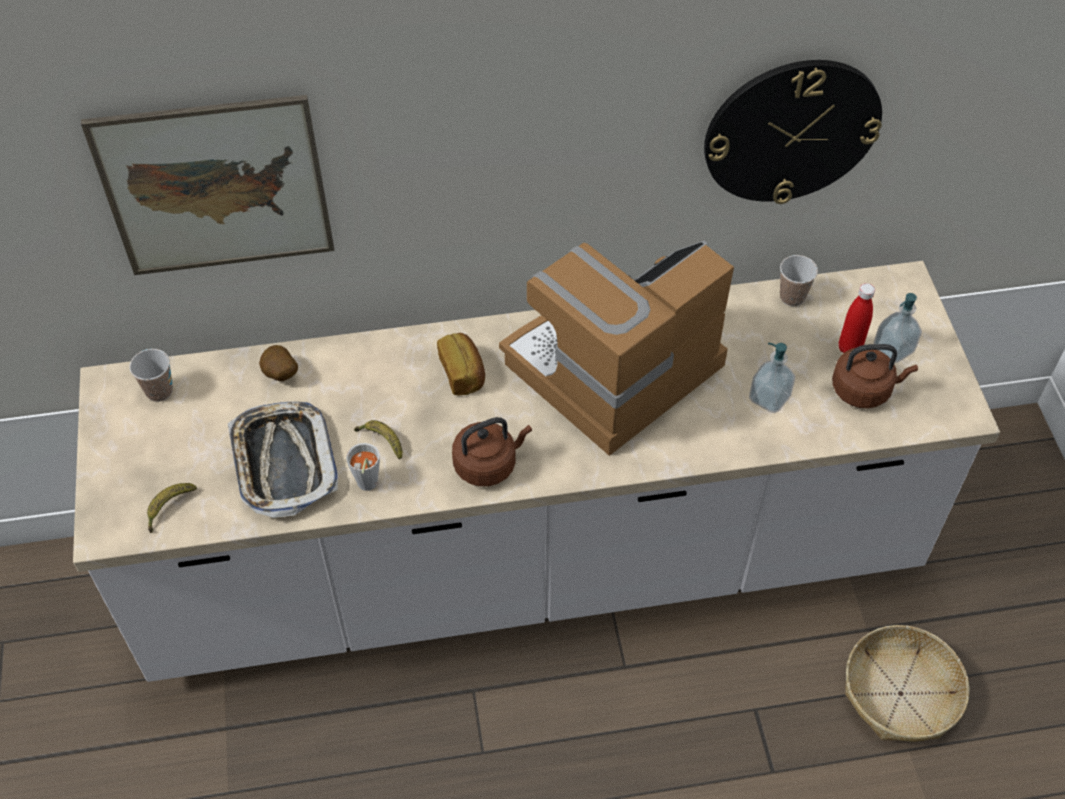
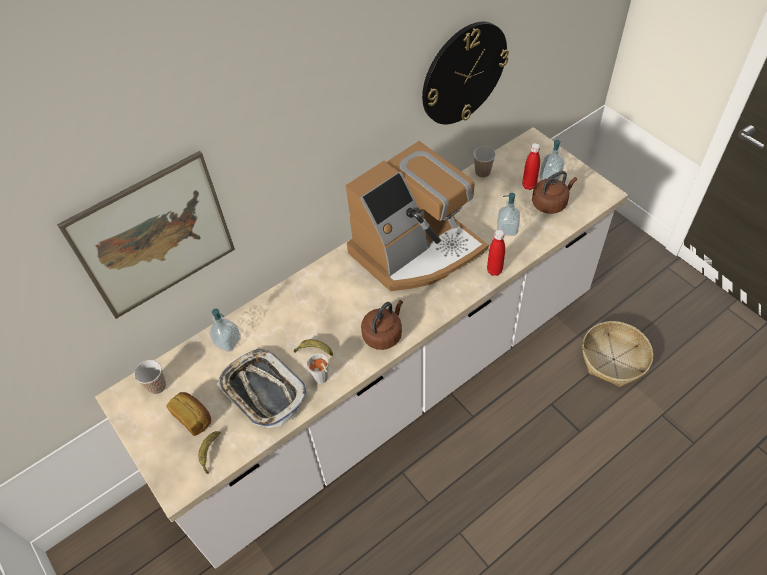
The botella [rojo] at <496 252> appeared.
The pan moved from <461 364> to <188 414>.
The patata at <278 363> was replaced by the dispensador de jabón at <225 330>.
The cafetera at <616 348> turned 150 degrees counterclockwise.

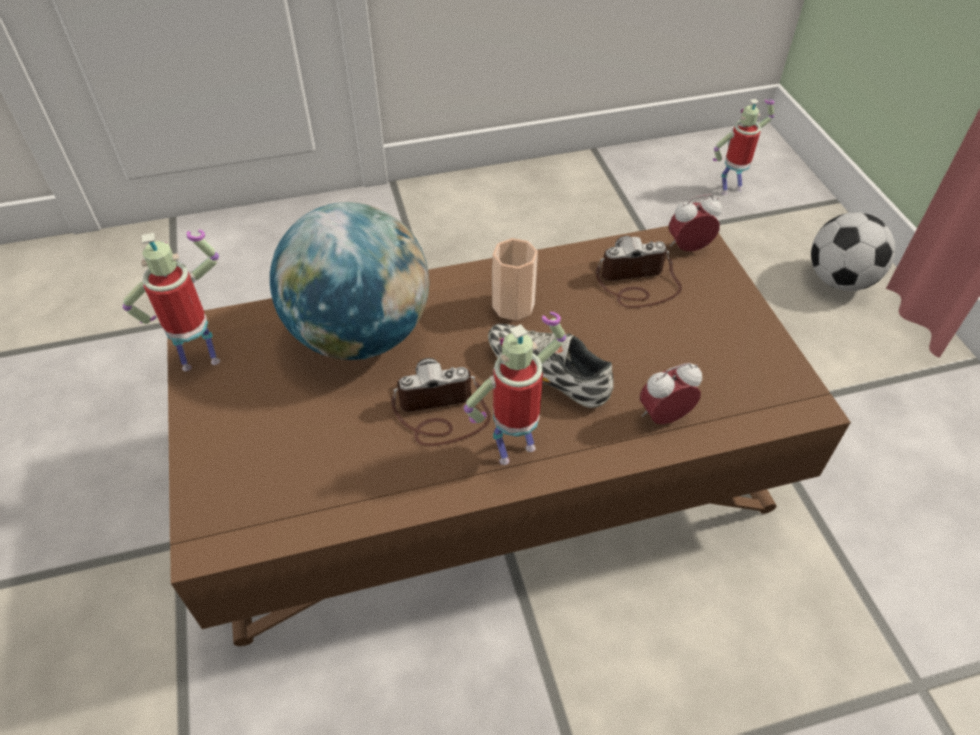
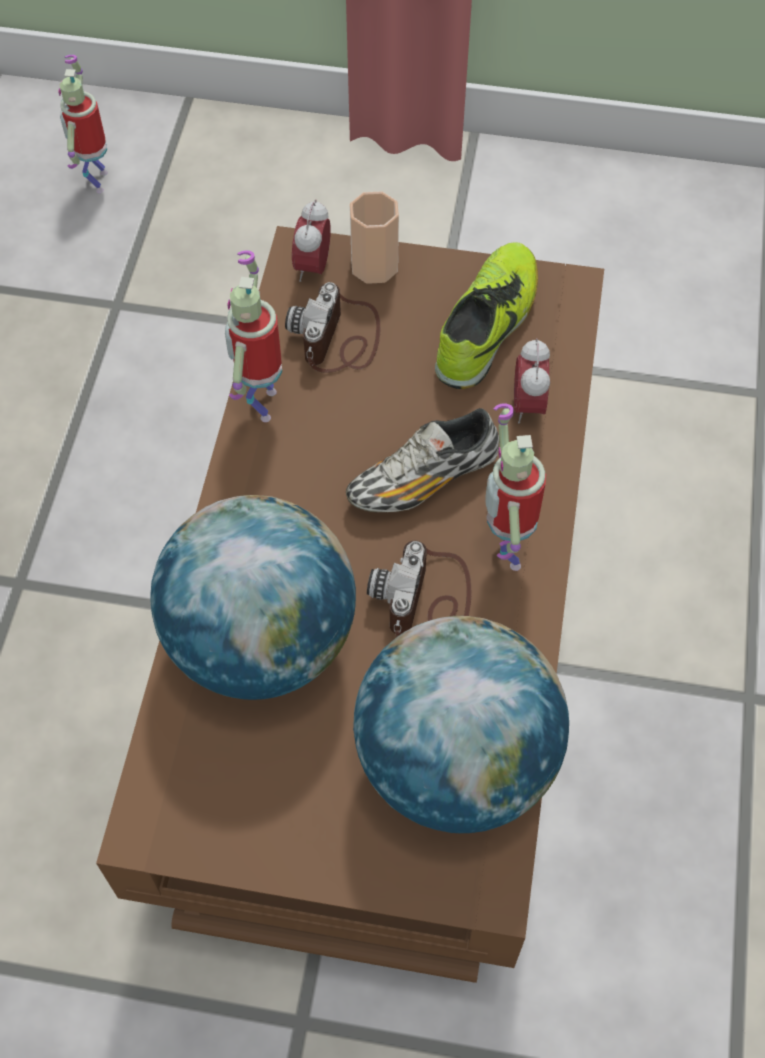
The balón de fútbol at <853 251> disappeared.
The globo terráqueo at <461 724> appeared.
The zapato at <486 315> appeared.
The robot de juguete moved from <171 300> to <253 336>.
The taza moved from <515 279> to <374 237>.

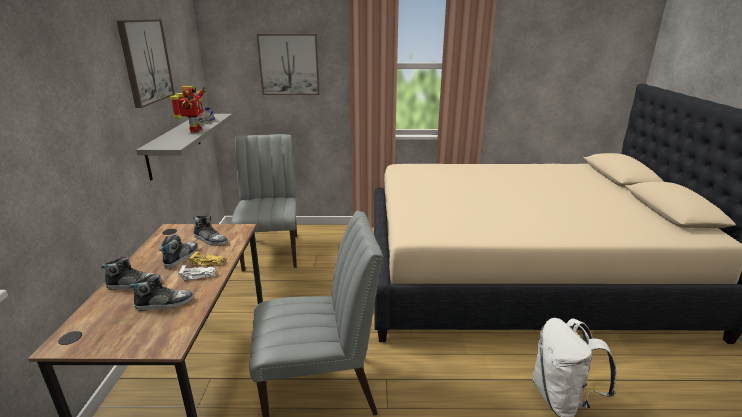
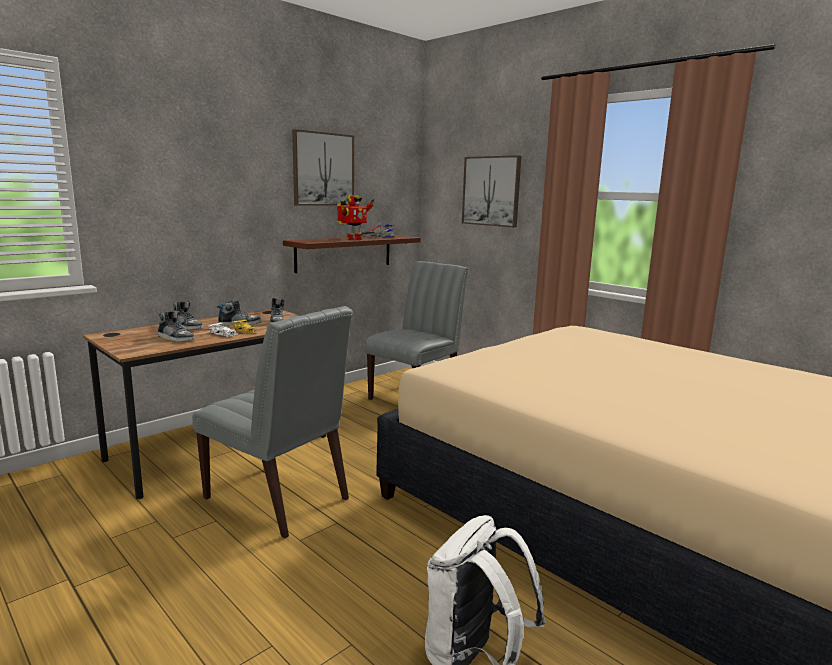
The estante [gris] at <184 147> became the estante [marrón] at <352 254>.

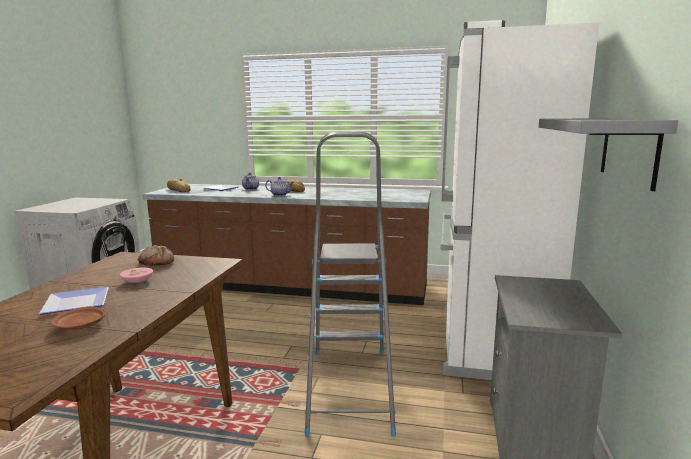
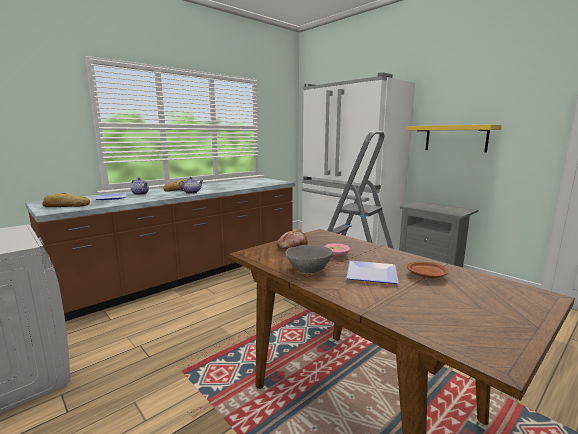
The cuenco [gris] at <309 259> appeared.
The estante [gris] at <608 154> became the estante [amarillo] at <454 138>.

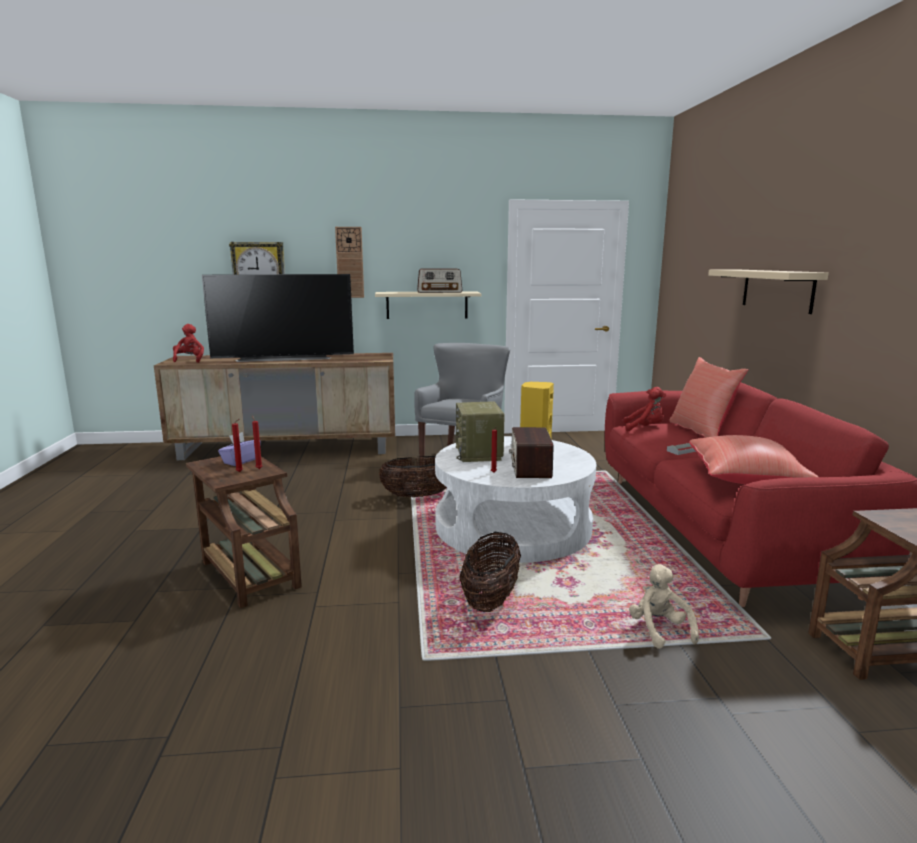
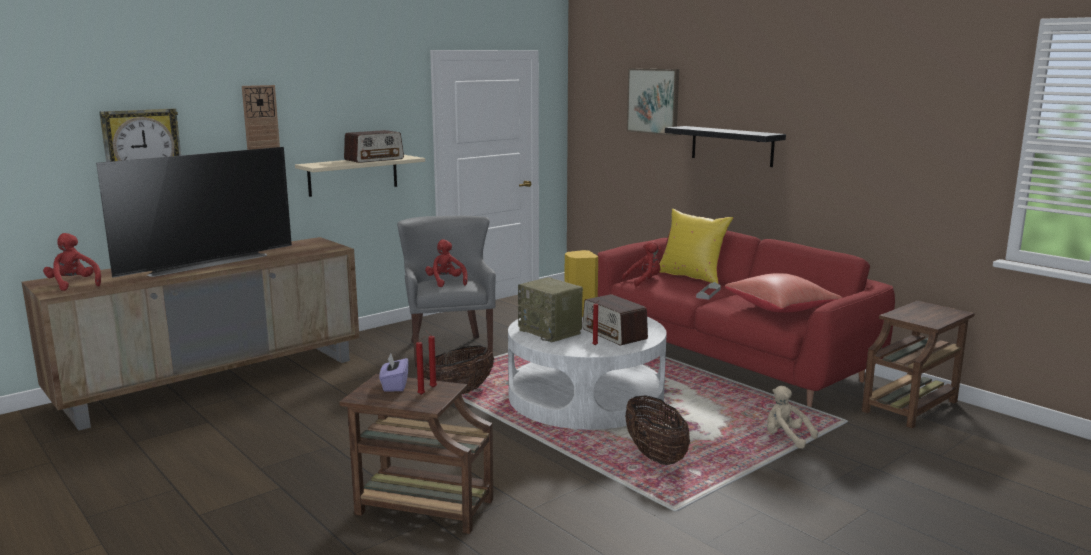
The peluche [rojo] at <446 263> appeared.
The cuadro at <653 102> appeared.
The cojín [rojo] at <708 397> became the cojín [amarillo] at <696 246>.
The estante [beis] at <768 292> became the estante [negro] at <725 146>.

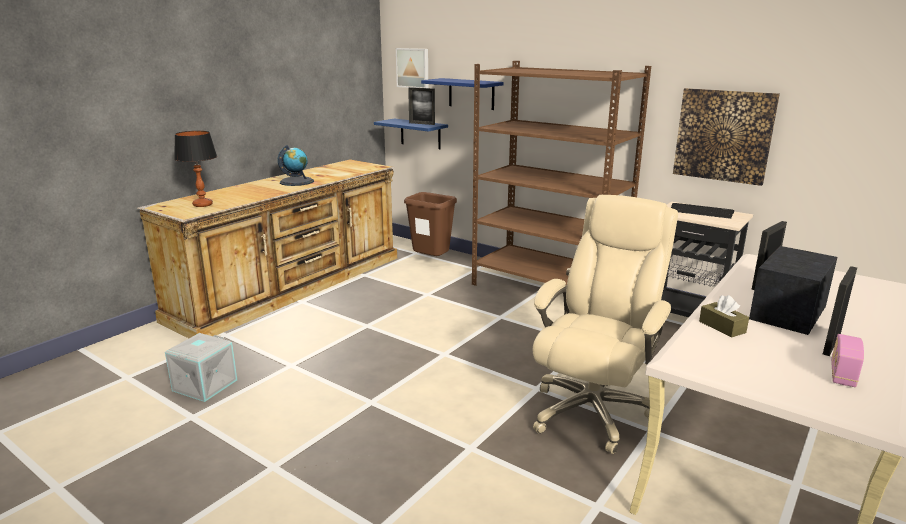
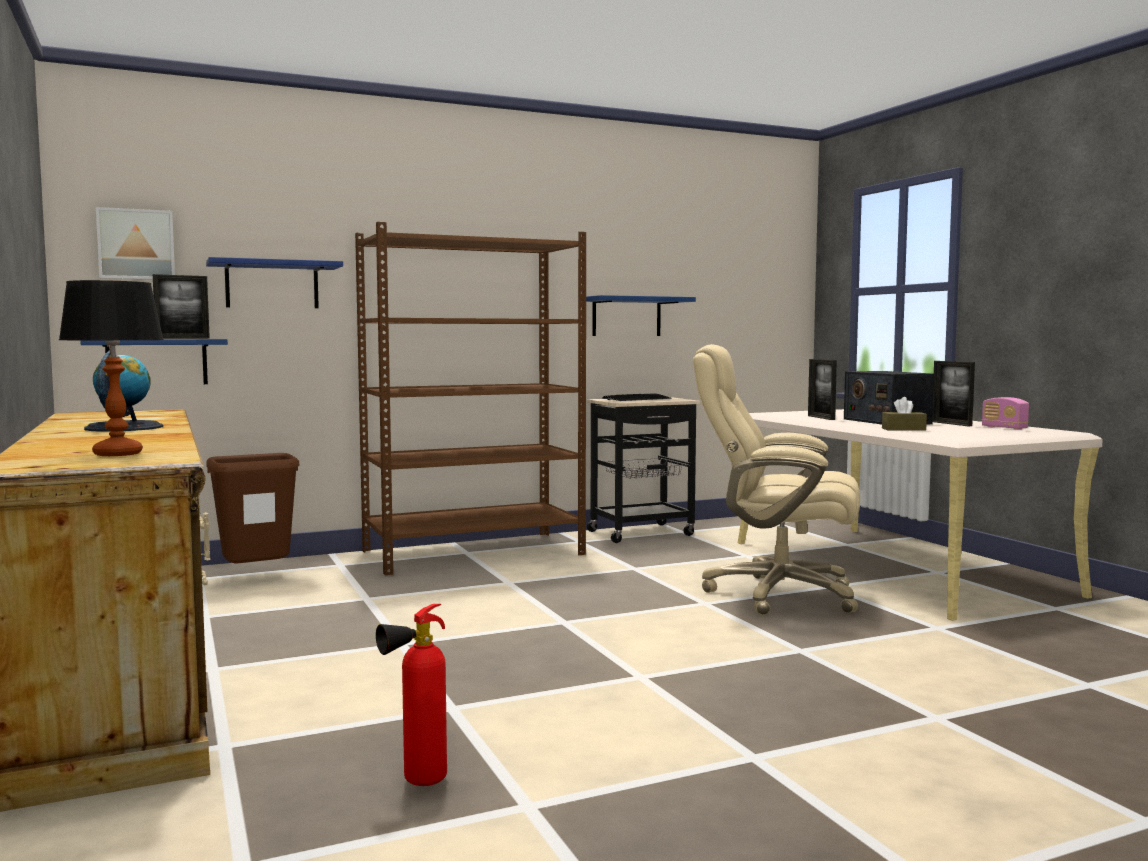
The caja de almacenaje [gris] at <201 367> was replaced by the extintor at <411 695>.
The cuadro at <726 137> was replaced by the estante [azul] at <638 315>.
The silla de oficina [beis] at <605 324> turned 45 degrees counterclockwise.

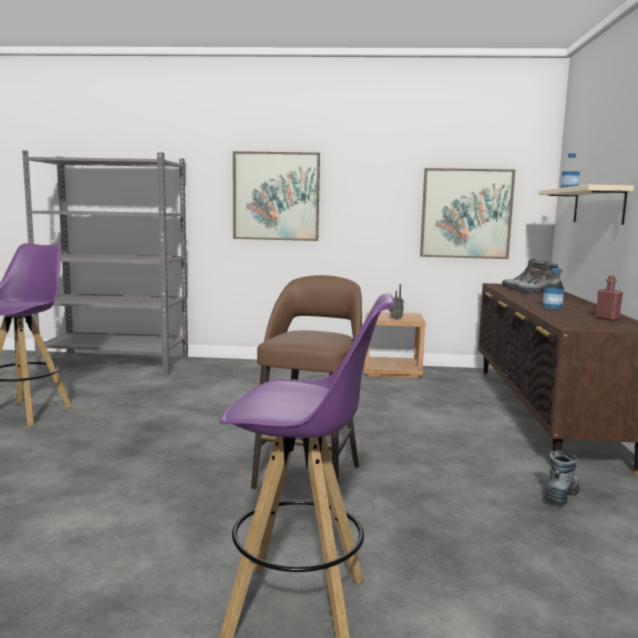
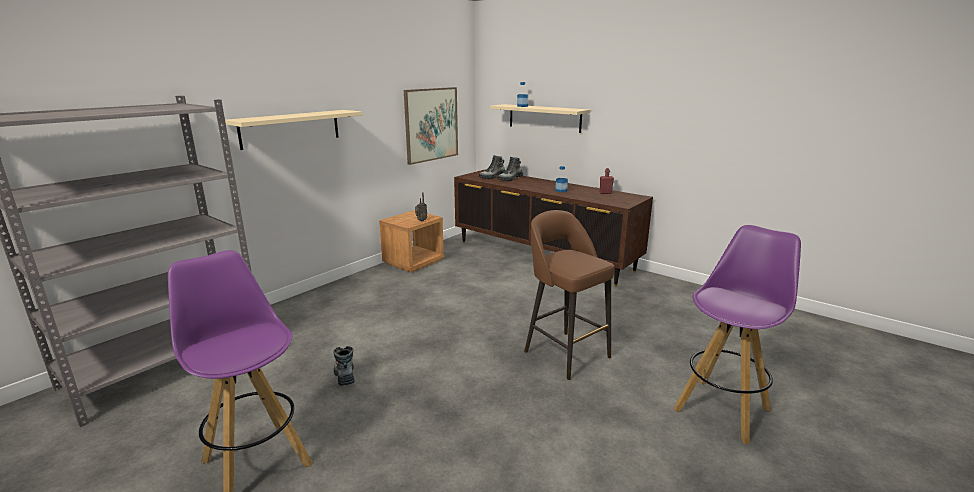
The bota moved from <562 477> to <344 366>.
The cuadro at <276 196> was replaced by the estante [beis] at <293 130>.

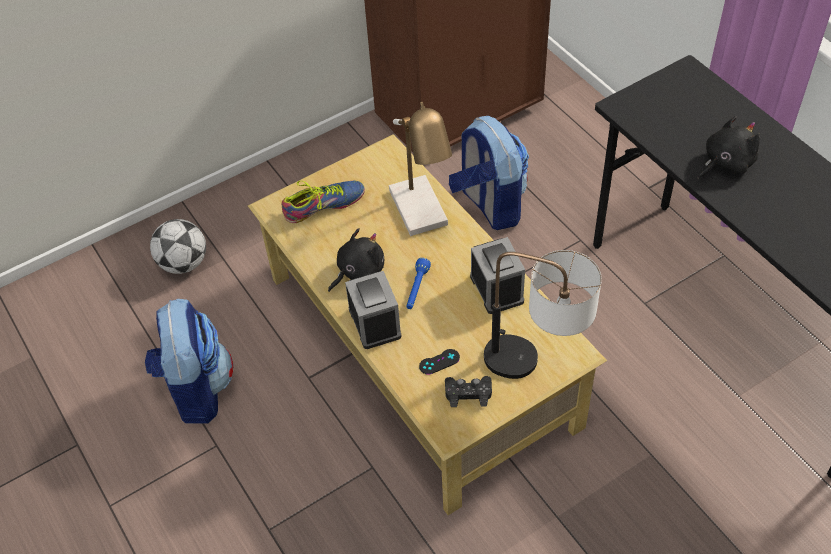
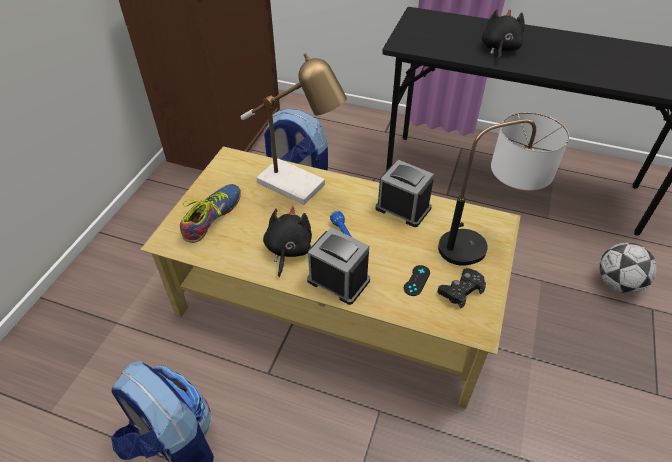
The balón de fútbol moved from <178 246> to <628 268>.

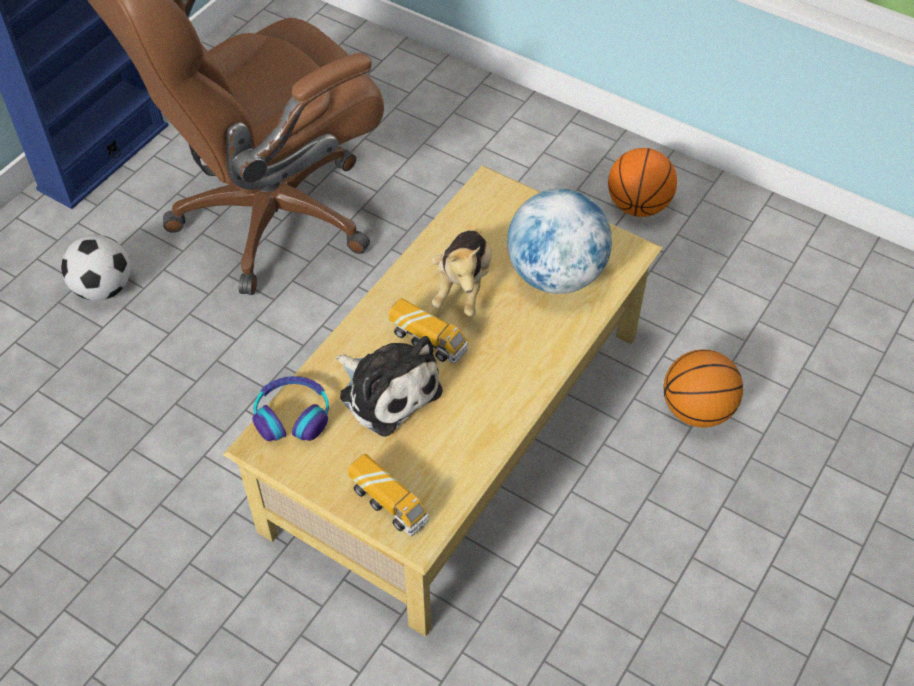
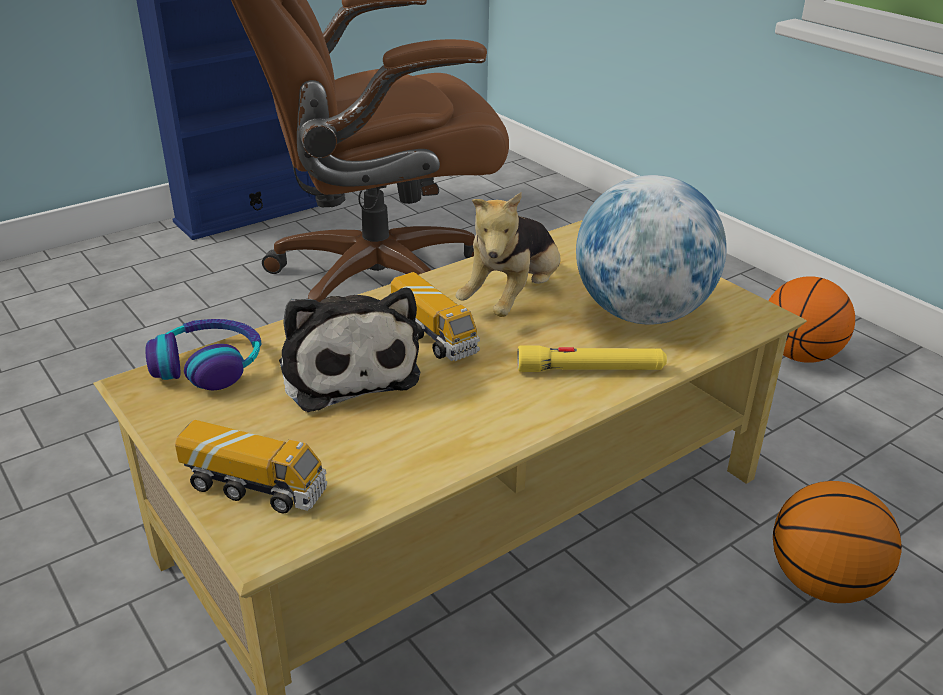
The balón de fútbol at <95 268> disappeared.
The linterna [amarillo] at <592 358> appeared.
The camión de juguete at <388 495> turned 45 degrees counterclockwise.

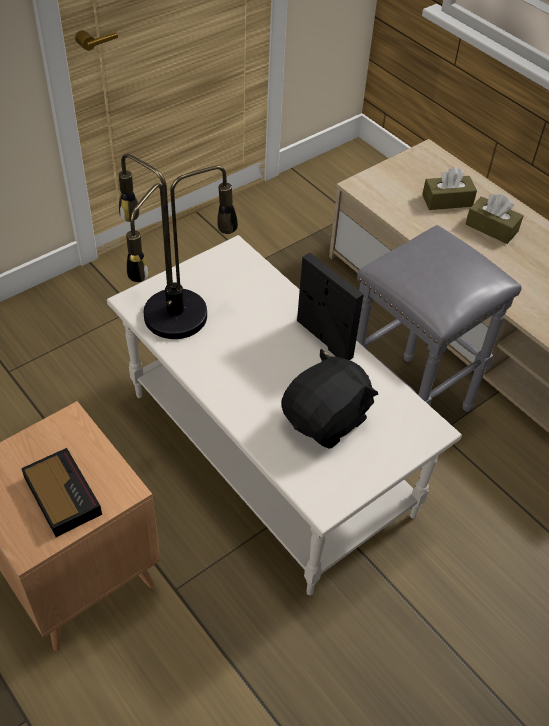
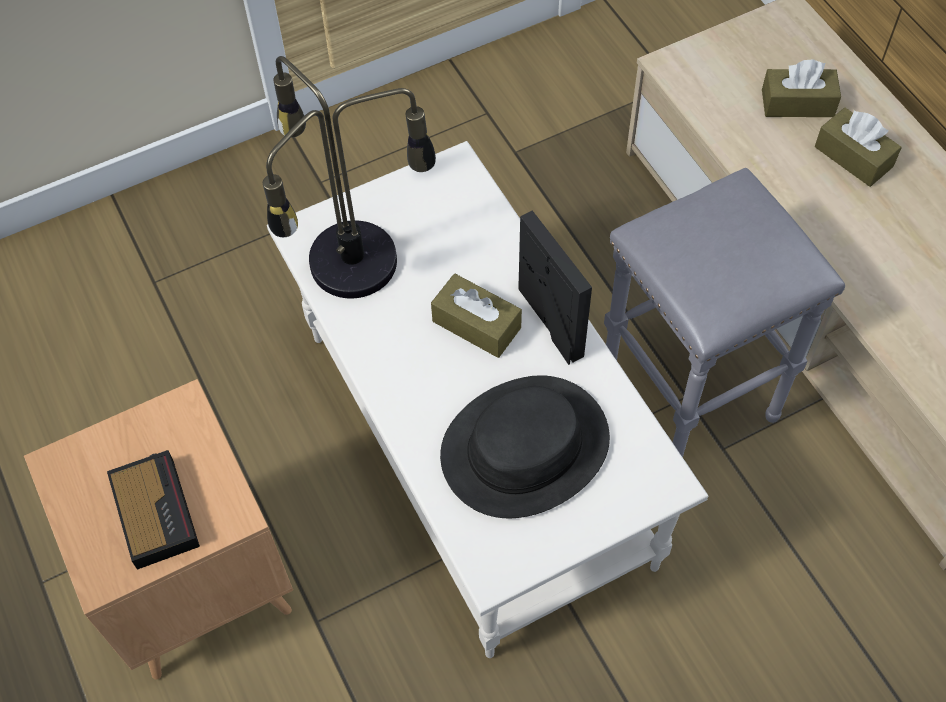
The caja de pañuelos [marrón] at <476 316> appeared.
The peluche [negro] at <329 399> was replaced by the sombrero [negro] at <525 447>.

